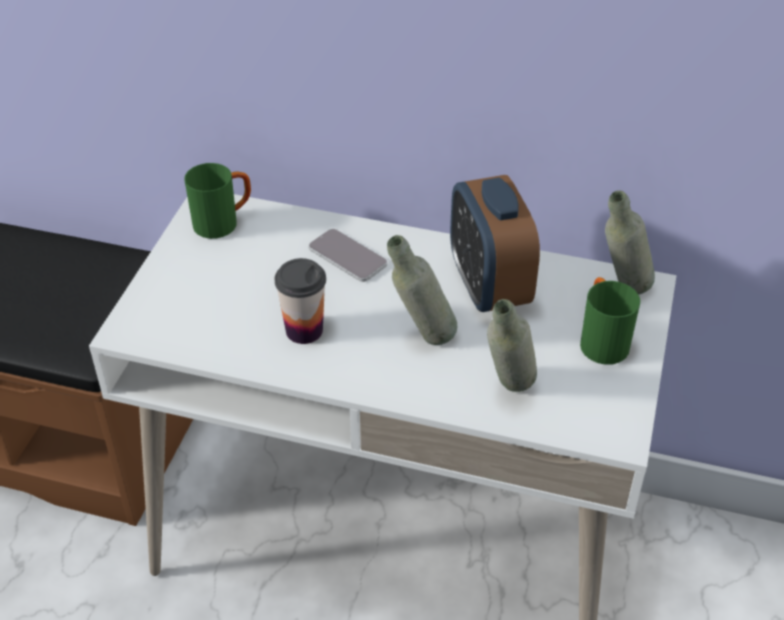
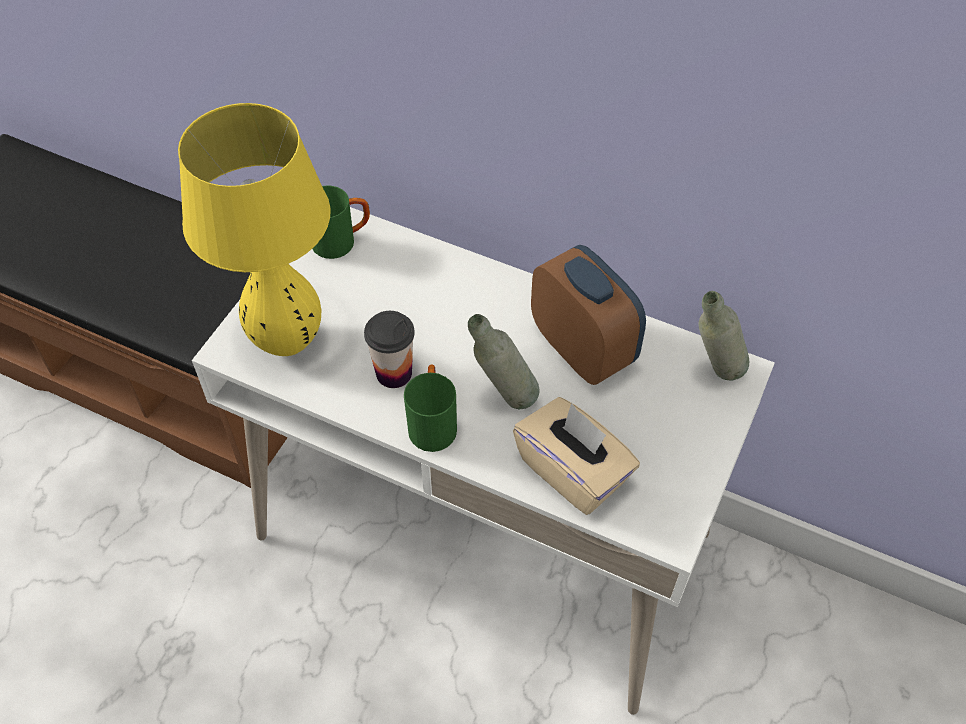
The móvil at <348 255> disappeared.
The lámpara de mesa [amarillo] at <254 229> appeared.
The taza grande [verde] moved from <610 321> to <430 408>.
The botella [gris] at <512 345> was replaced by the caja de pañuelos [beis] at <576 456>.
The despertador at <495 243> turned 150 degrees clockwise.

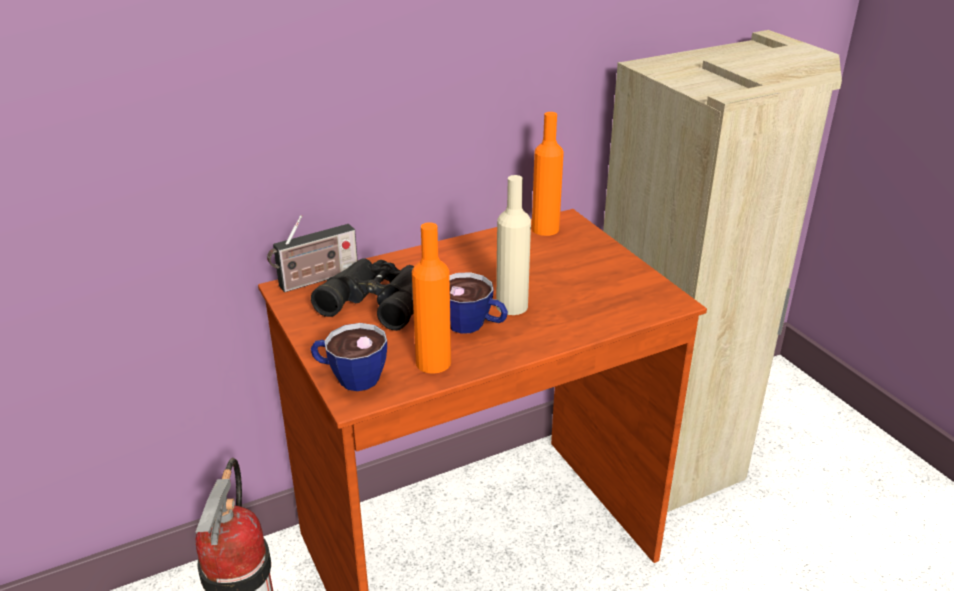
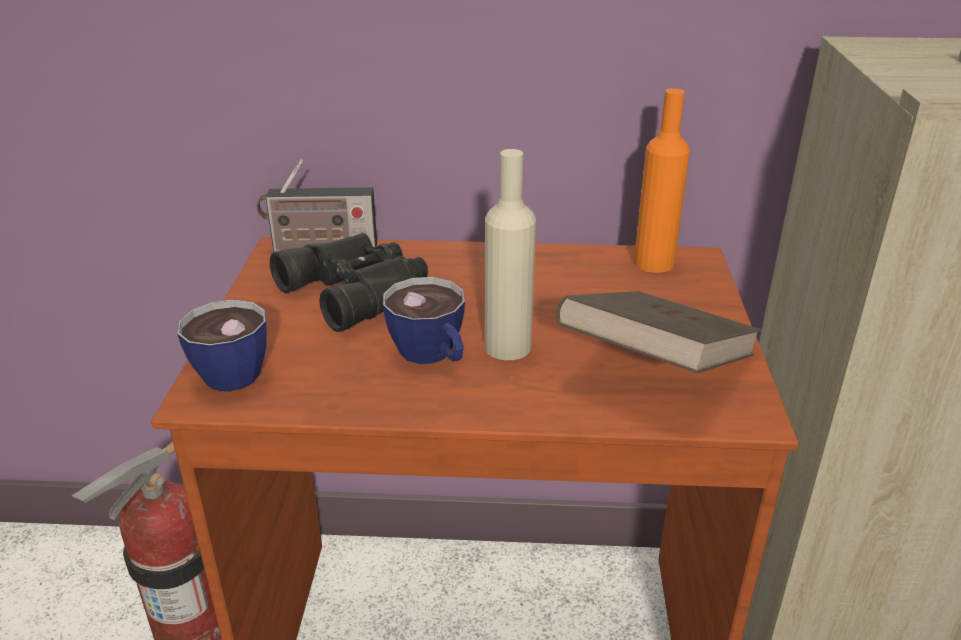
The botella [naranja] at <431 298> disappeared.
The libro [marrón] at <659 332> appeared.

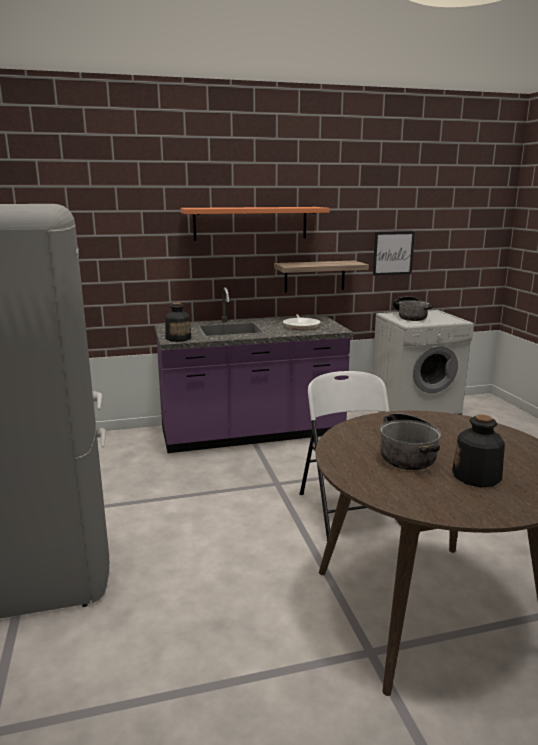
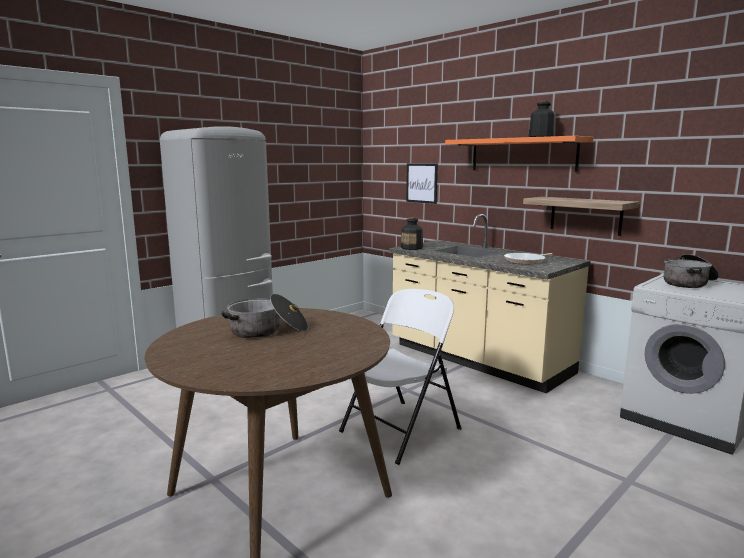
The cuadro moved from <394 253> to <422 183>.
The botella moved from <478 450> to <542 119>.
The mueble bajo de cocina [morado] at <254 370> became the mueble bajo de cocina [beis] at <490 303>.

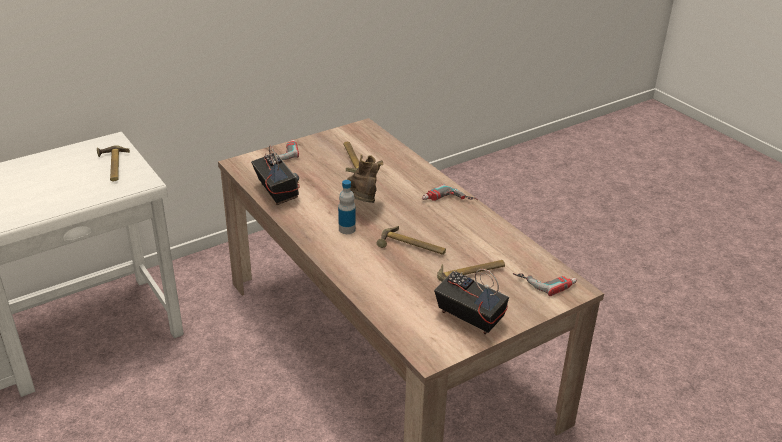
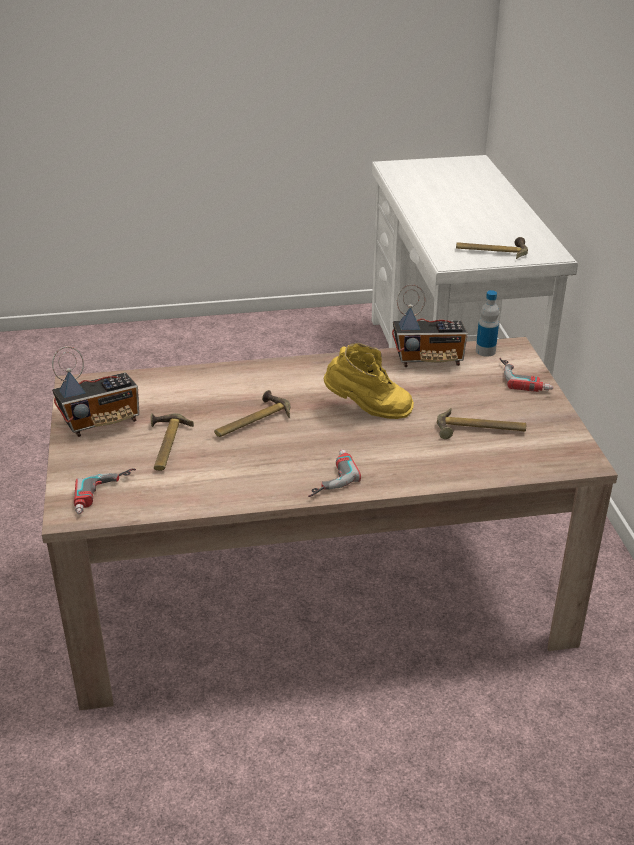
The botella moved from <347 207> to <487 323>.
The bota [marrón] at <365 178> became the bota [amarillo] at <368 381>.

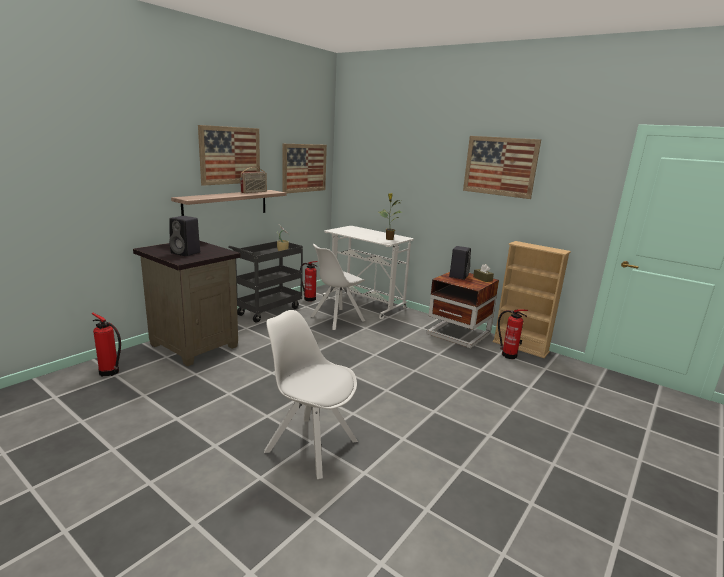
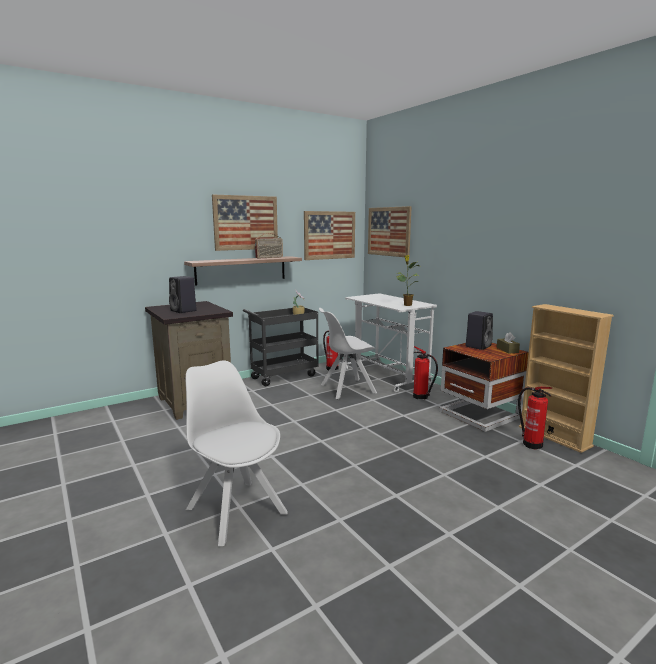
The extintor moved from <106 345> to <425 372>.
The cuadro moved from <502 167> to <390 231>.

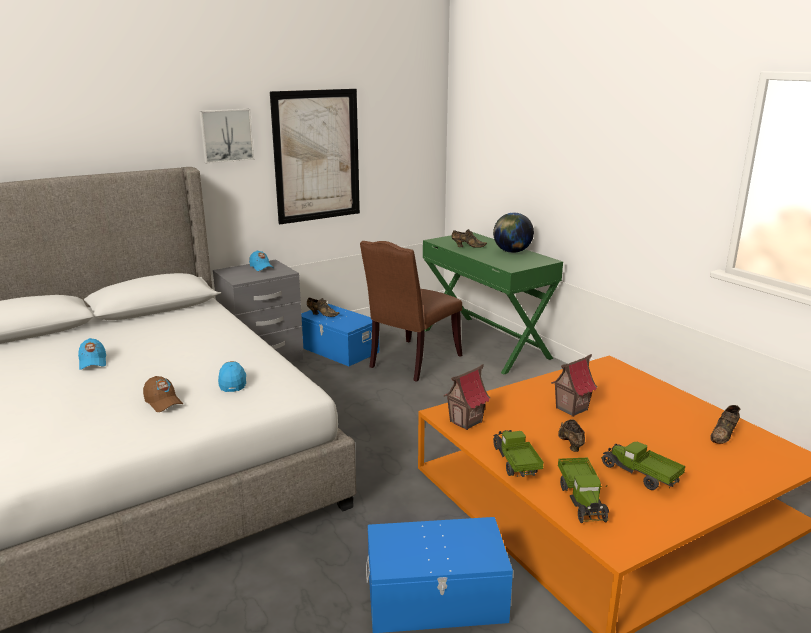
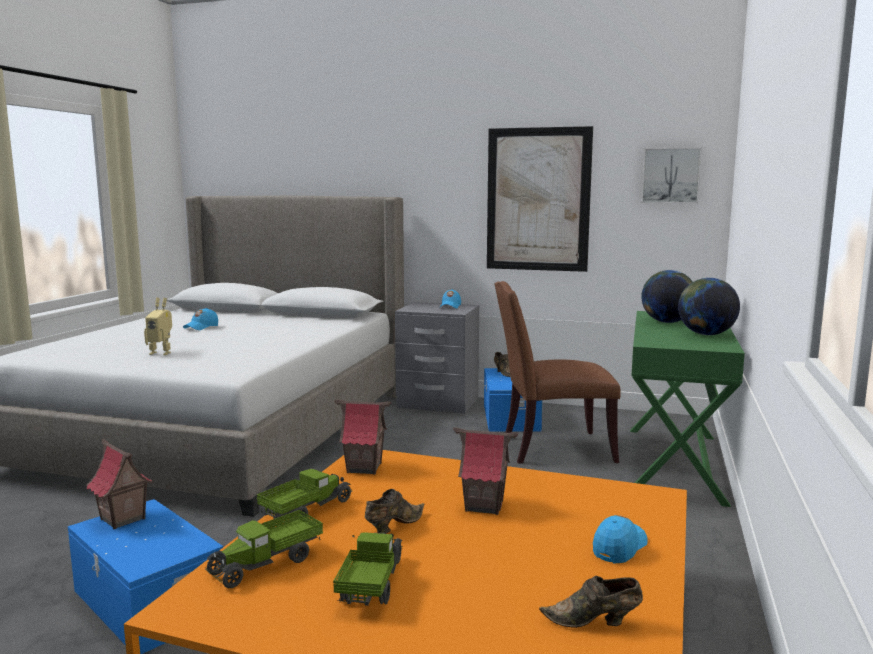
The casita at <119 484> appeared.
The cuadro moved from <226 136> to <672 175>.
The gorra [azul] moved from <232 376> to <620 539>.
The gorra [marrón] at <163 394> was replaced by the robot de juguete at <158 326>.
The zapato [marrón] at <469 238> was replaced by the globo terráqueo at <667 296>.

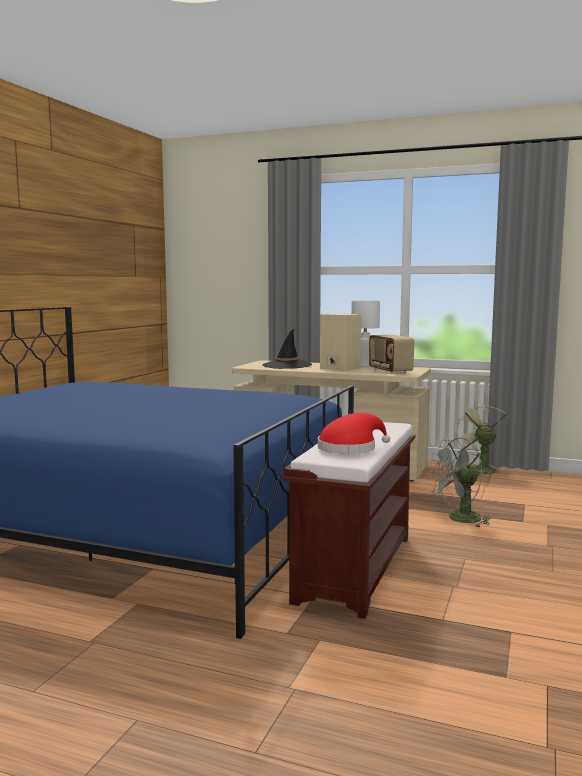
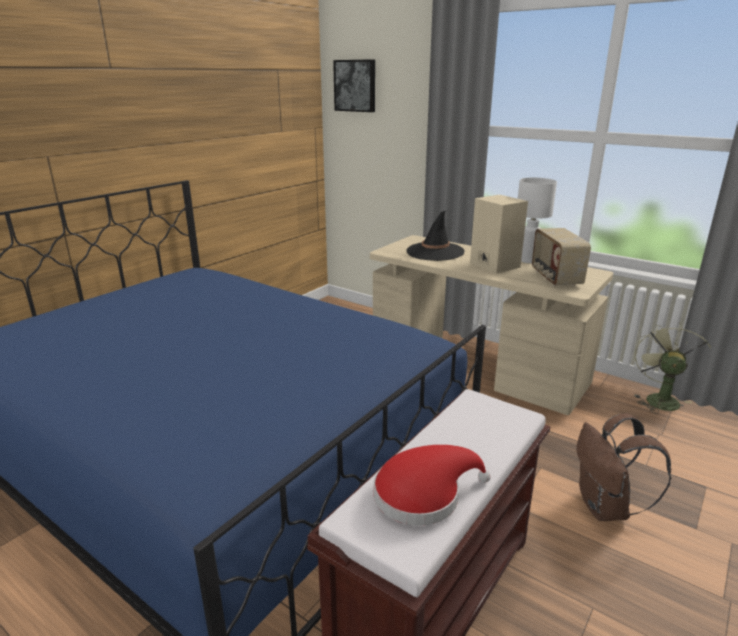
The cuadro at <354 85> appeared.
The ventilador [gris] at <459 483> was replaced by the mochila [marrón] at <623 467>.

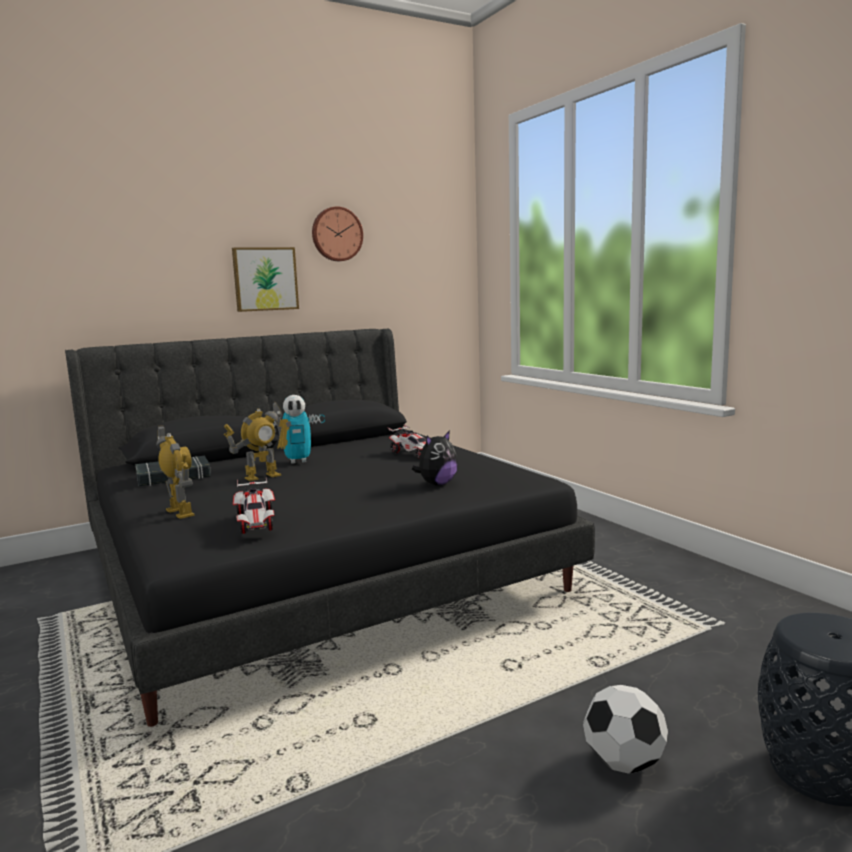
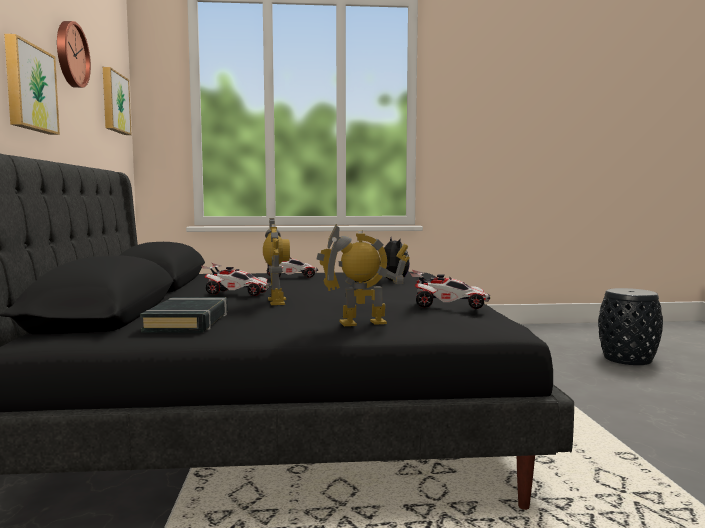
The balón de fútbol at <625 729> disappeared.
The cuadro at <117 101> appeared.
The robot de juguete at <299 429> was replaced by the coche de juguete at <236 279>.

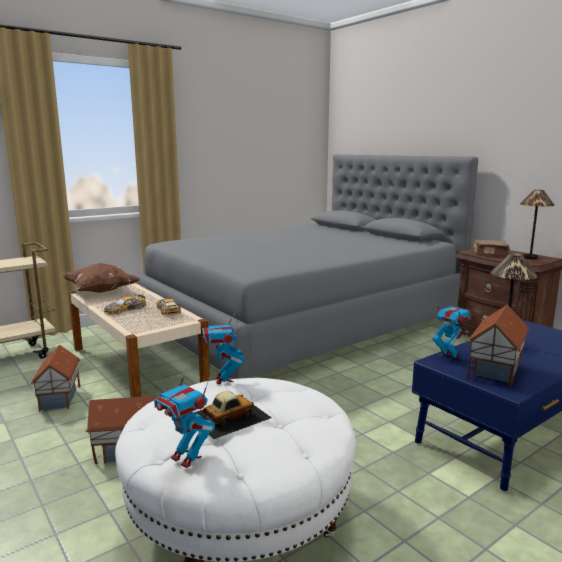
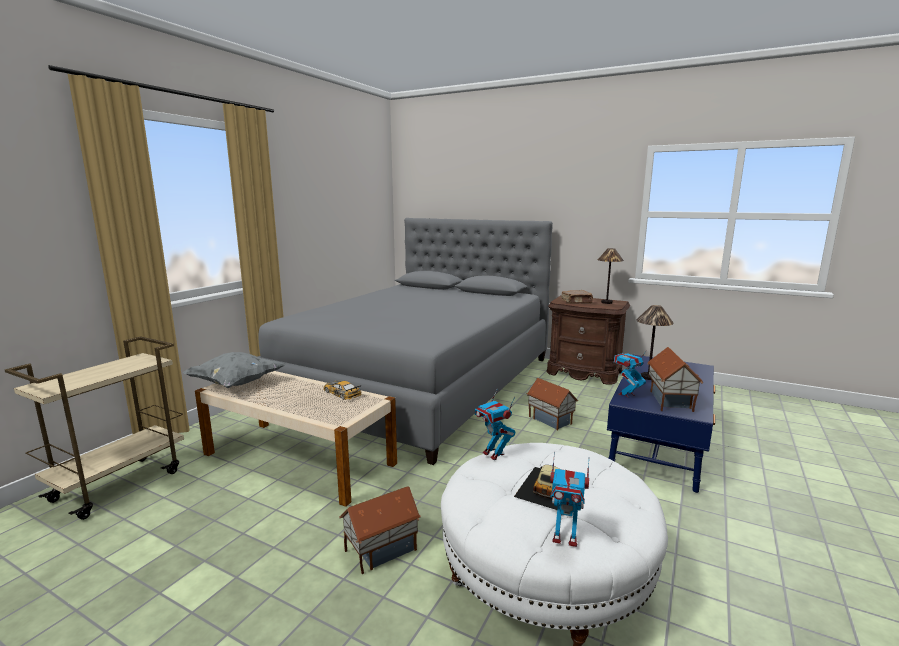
The coche de juguete at <125 304> disappeared.
The casita moved from <55 378> to <552 404>.
The cojín [marrón] at <101 278> became the cojín [gris] at <234 370>.
The robot de juguete at <452 330> turned 60 degrees counterclockwise.

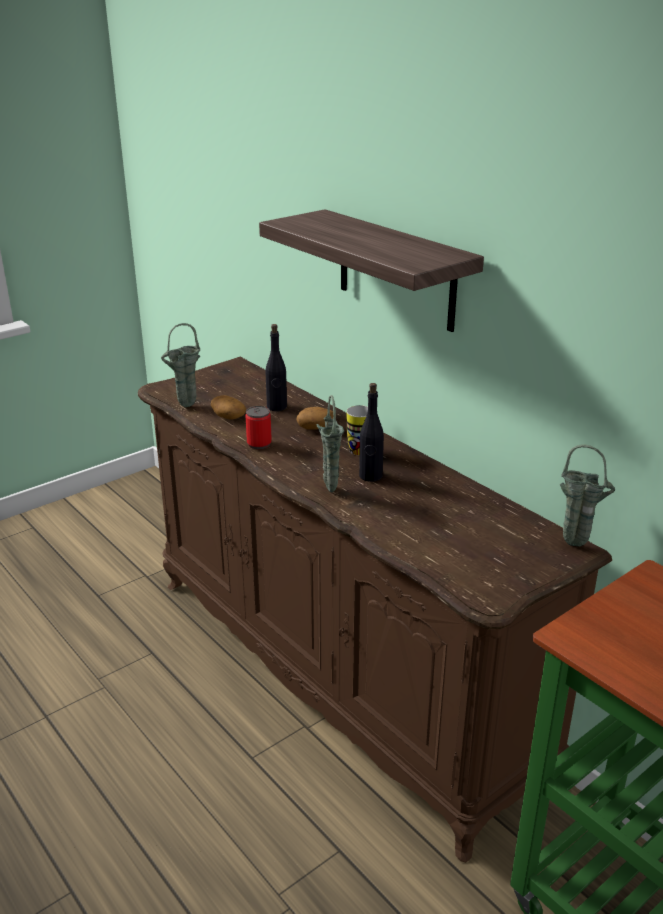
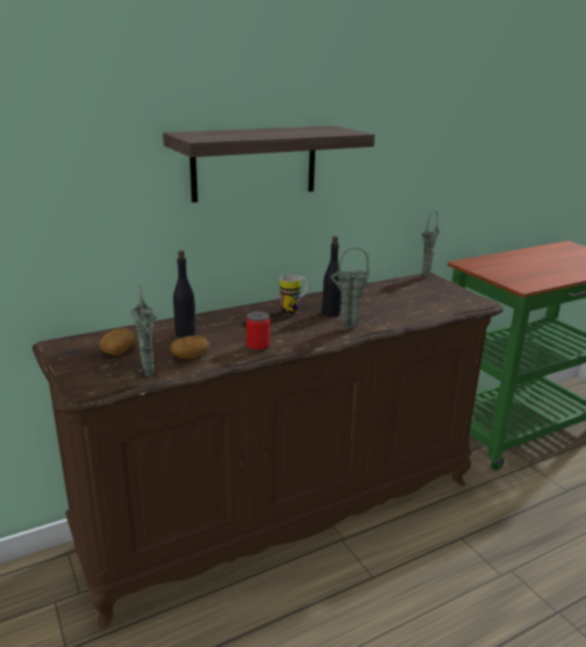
The patata moved from <314 418> to <117 341>.

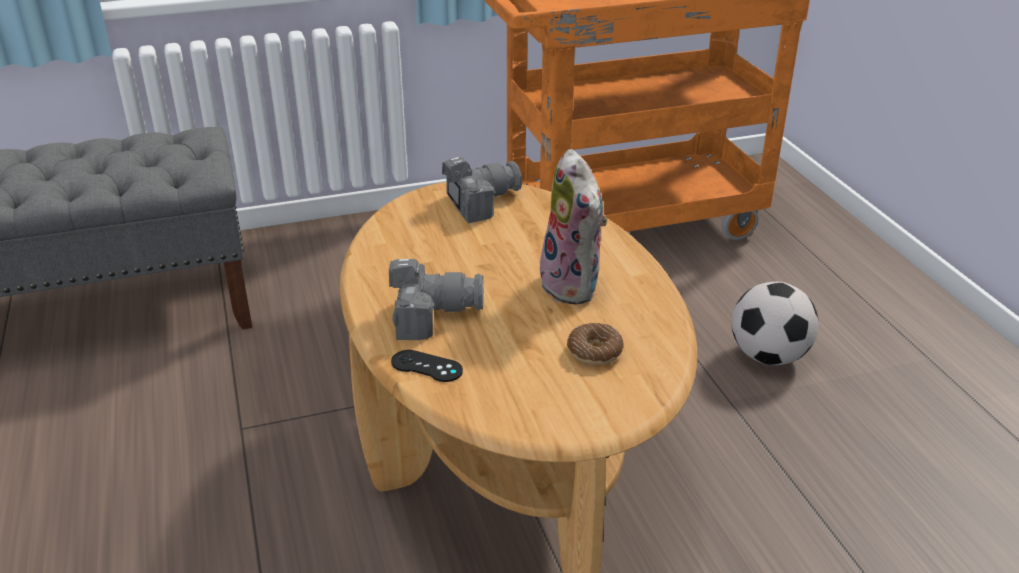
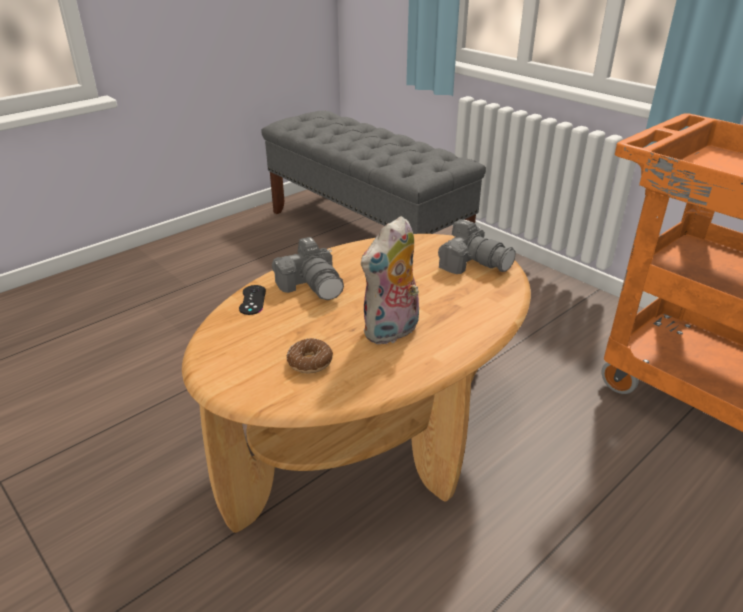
The balón de fútbol at <775 323> disappeared.

